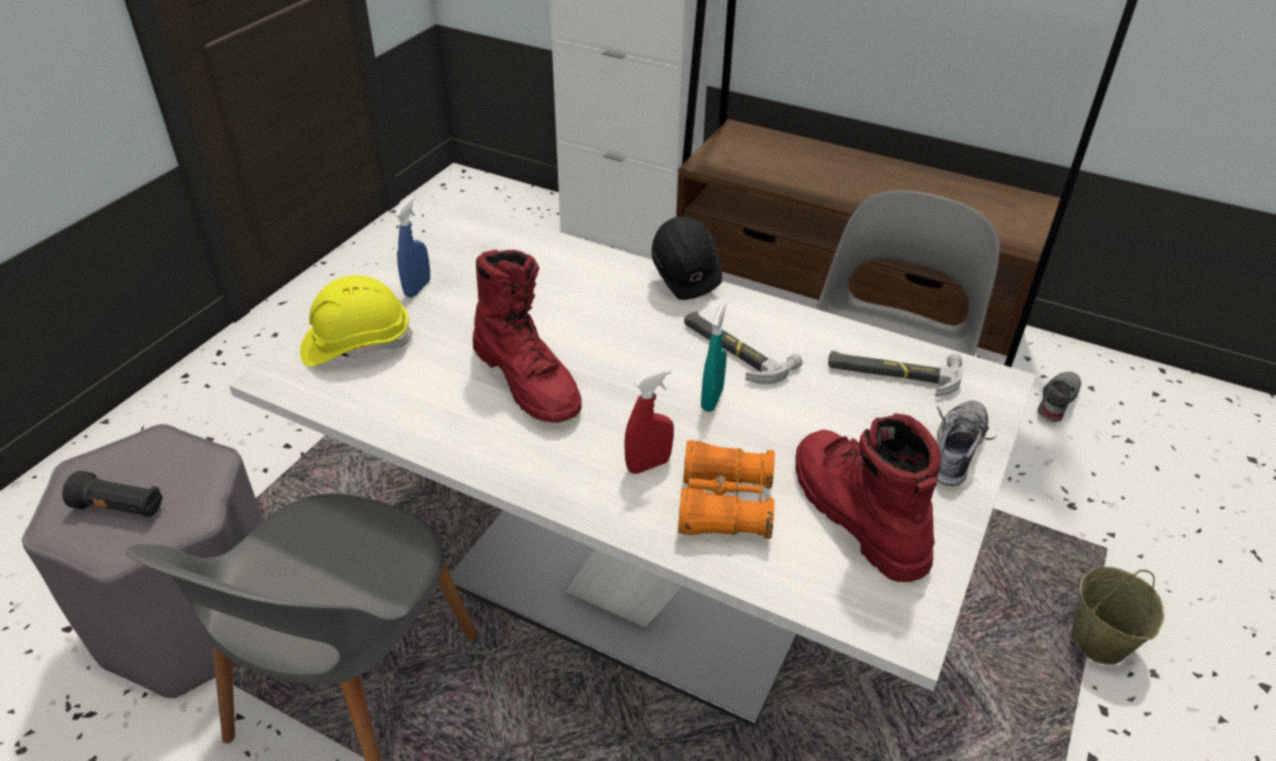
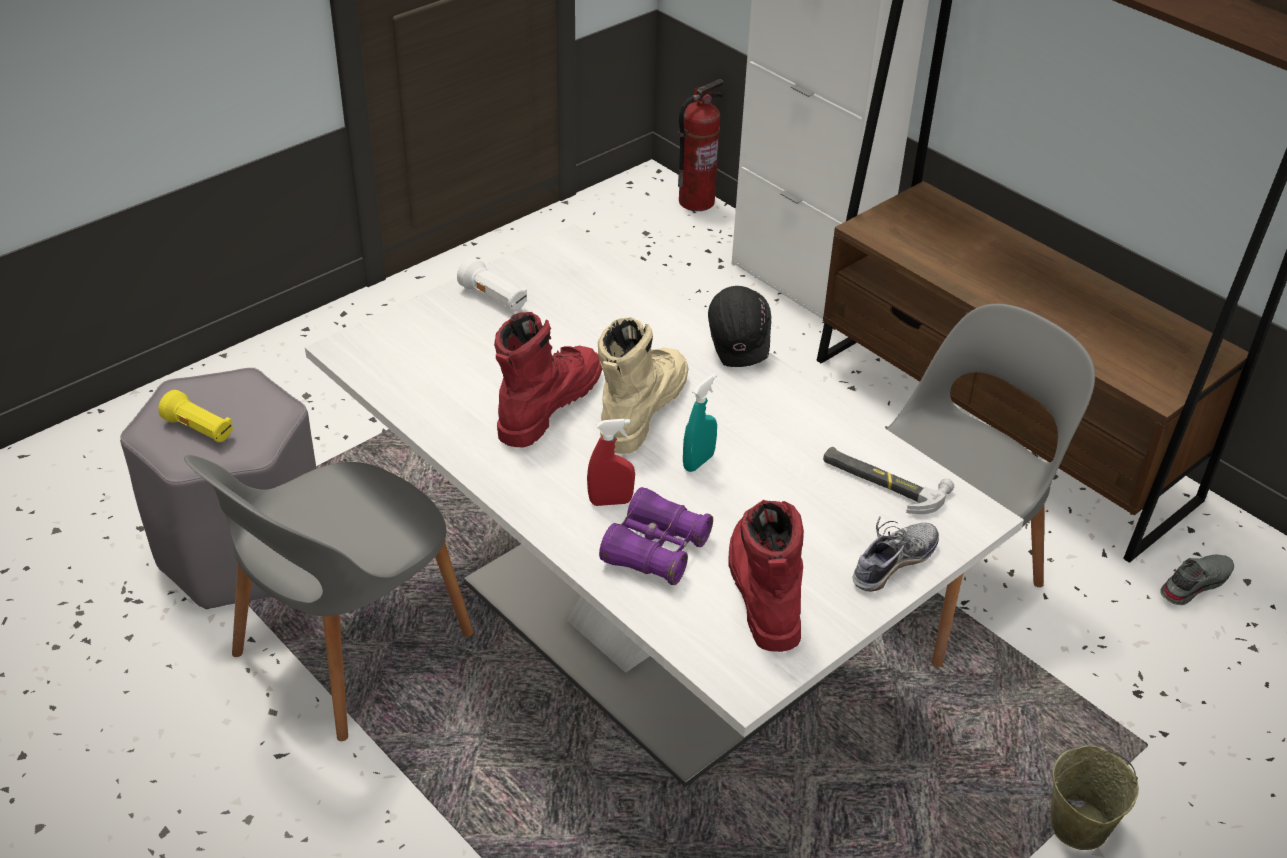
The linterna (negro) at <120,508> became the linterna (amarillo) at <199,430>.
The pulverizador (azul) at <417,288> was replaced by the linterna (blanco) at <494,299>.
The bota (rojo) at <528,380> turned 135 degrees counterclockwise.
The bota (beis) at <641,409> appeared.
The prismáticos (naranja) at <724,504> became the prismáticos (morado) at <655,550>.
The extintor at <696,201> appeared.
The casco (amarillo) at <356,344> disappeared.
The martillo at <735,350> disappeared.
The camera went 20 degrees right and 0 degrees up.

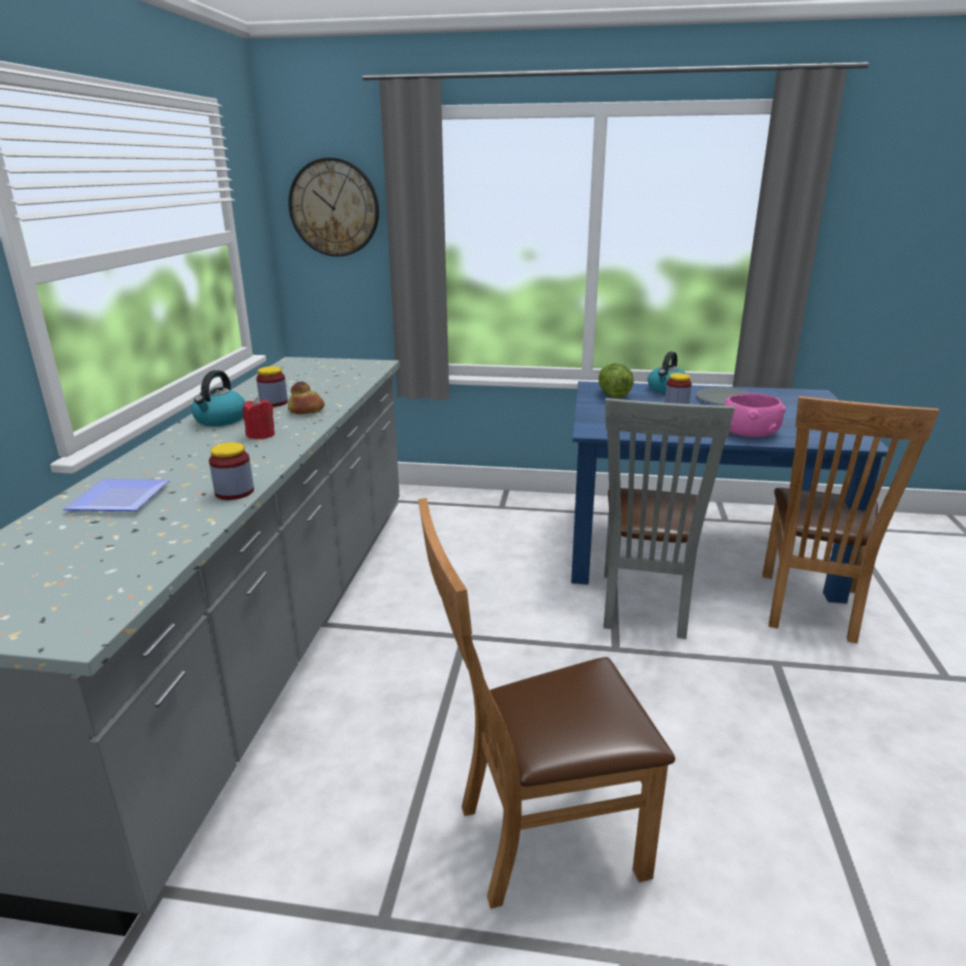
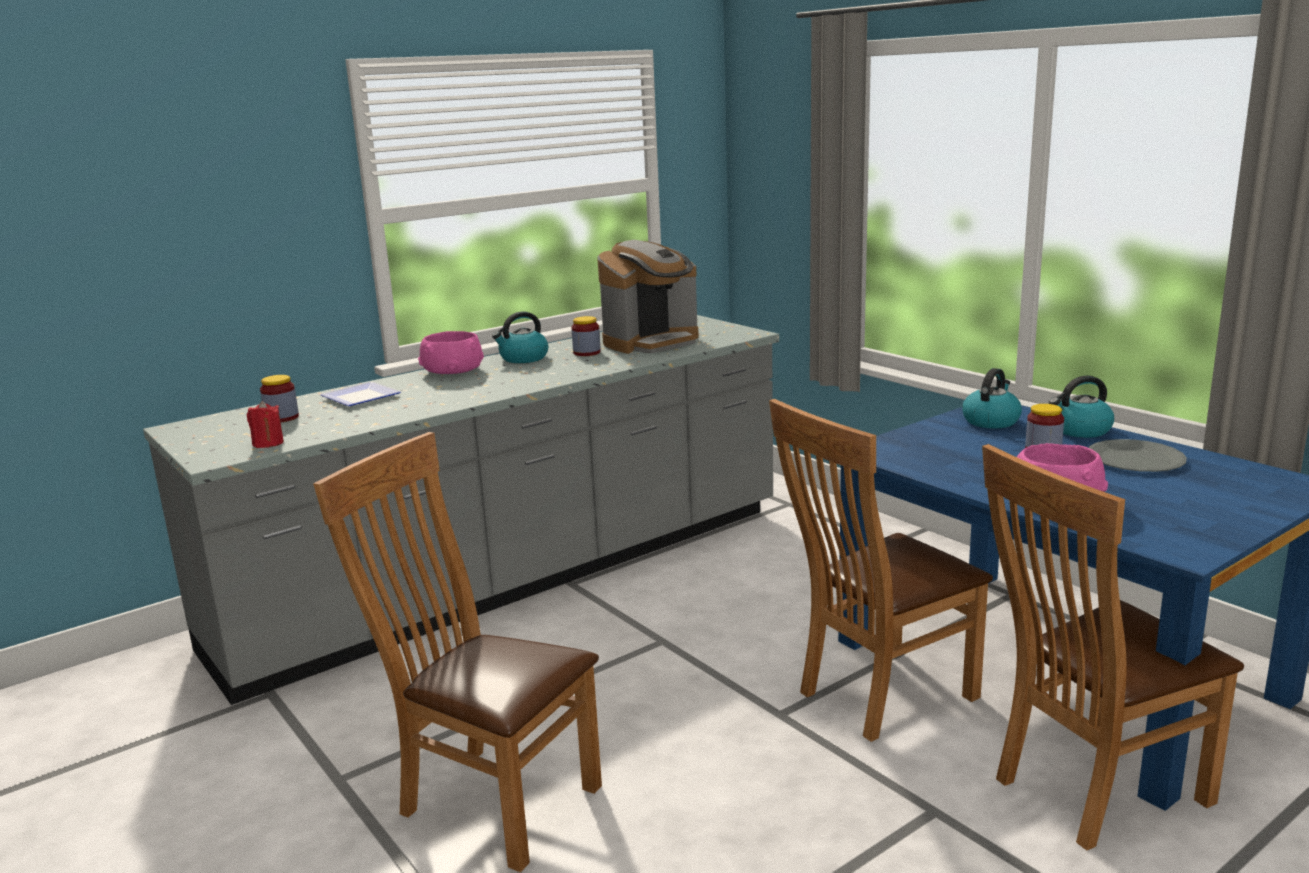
The vela (rojo) moved from <261,435> to <268,443>.
The tarro moved from <234,492> to <282,418>.
The cuenco (rosa) at <452,371> appeared.
The cafetera at <652,342> appeared.
The silla (gris) at <645,608> became the silla (marrón) at <877,696>.
The lechuga at <613,395> was replaced by the hervidor at <991,421>.
The reloj de pared at <334,208> disappeared.
The pan at <306,411> disappeared.
The camera went 45 degrees right and 5 degrees down.

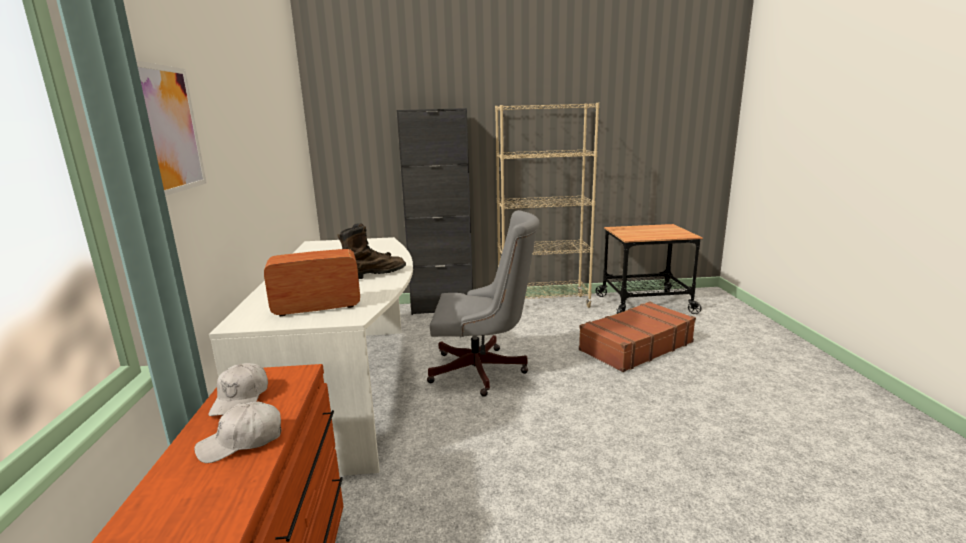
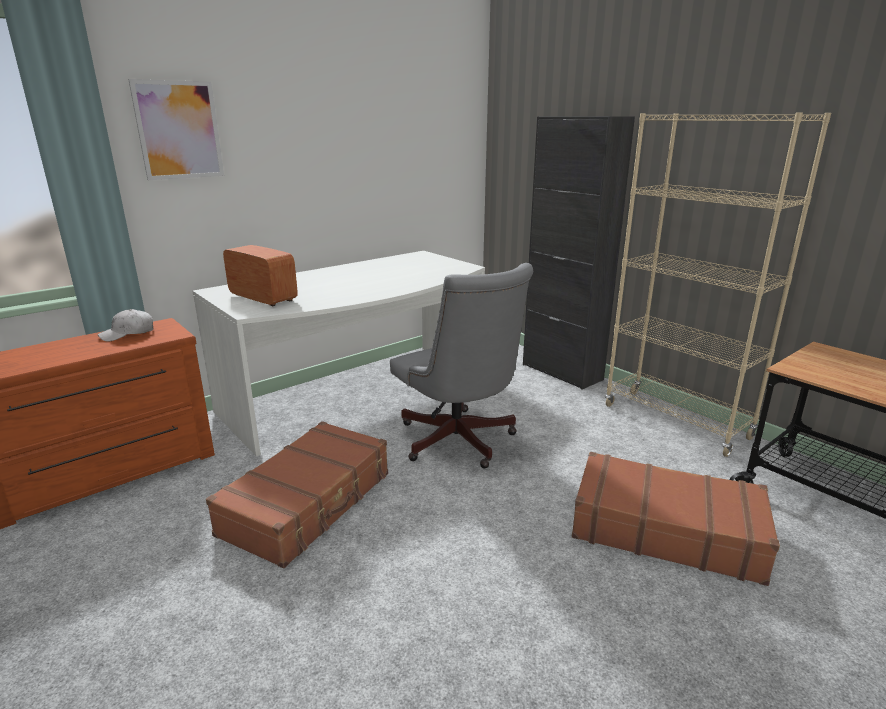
The maleta (marrón) at <309,503> appeared.
The gorra (blanco) at <242,442> disappeared.
The bota (marrón) at <373,275> disappeared.
The camera went 55 degrees right and 5 degrees up.

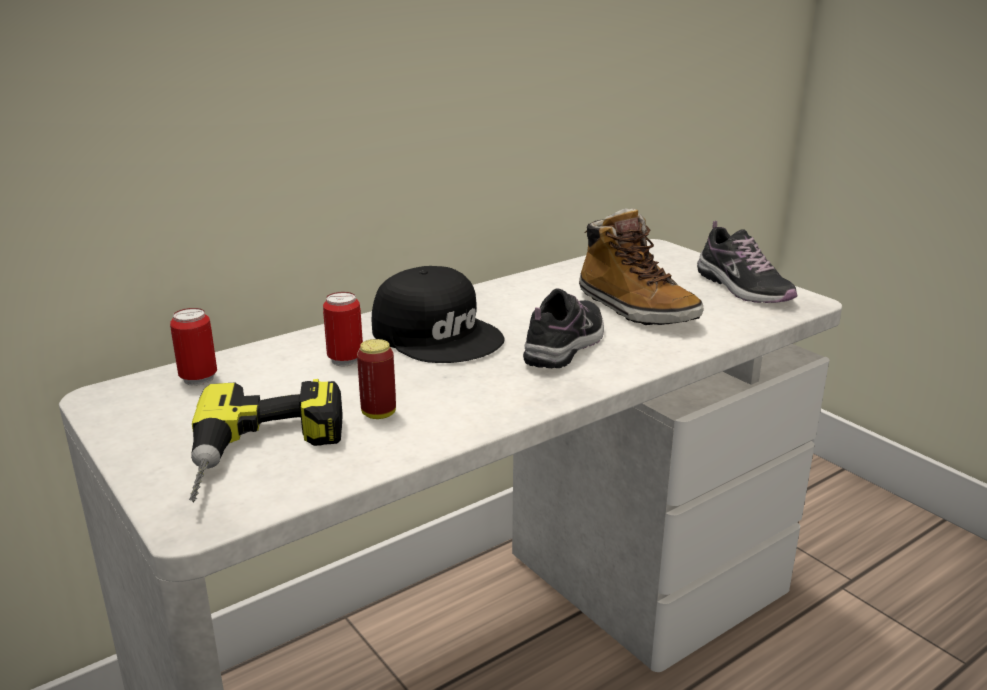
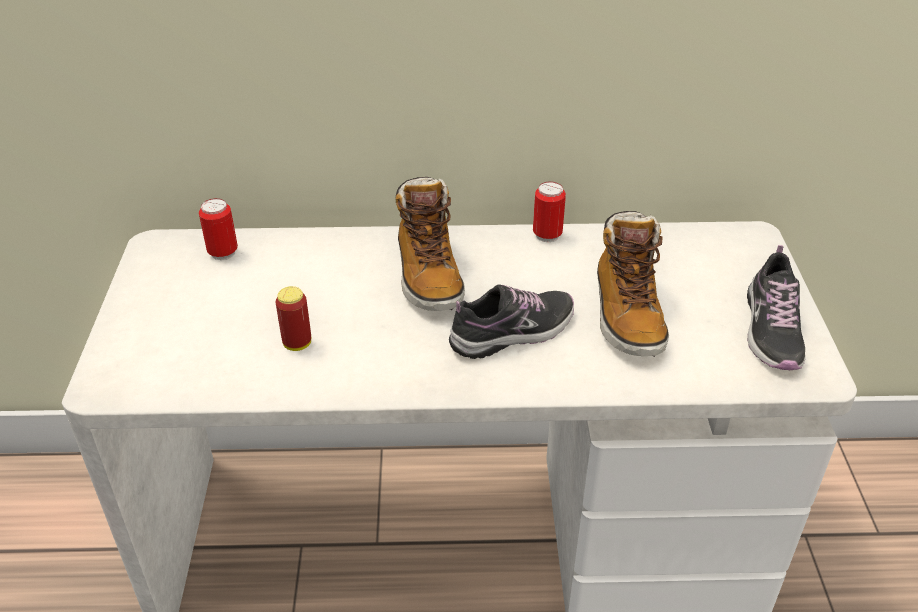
The gorra (negro) at <438,334> was replaced by the bota at <428,275>.
The lata moved from <345,360> to <547,235>.
The taladro at <265,454> disappeared.
The camera went 35 degrees right and 15 degrees up.

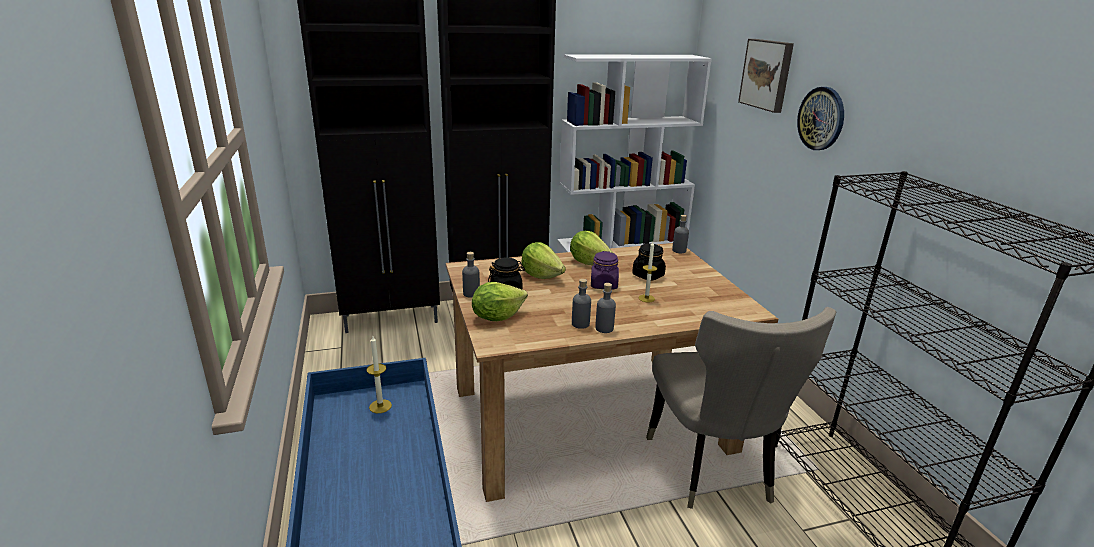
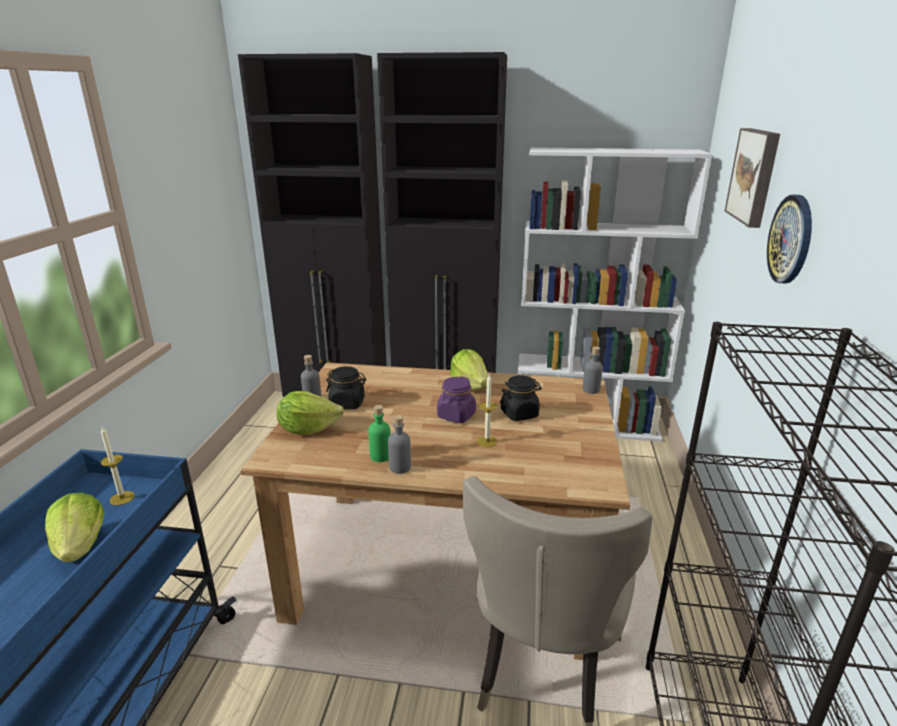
The lechuga moved from <541,275> to <81,546>.
The botella (gris) at <580,324> became the botella (verde) at <380,456>.
The camera went 25 degrees right and 0 degrees up.

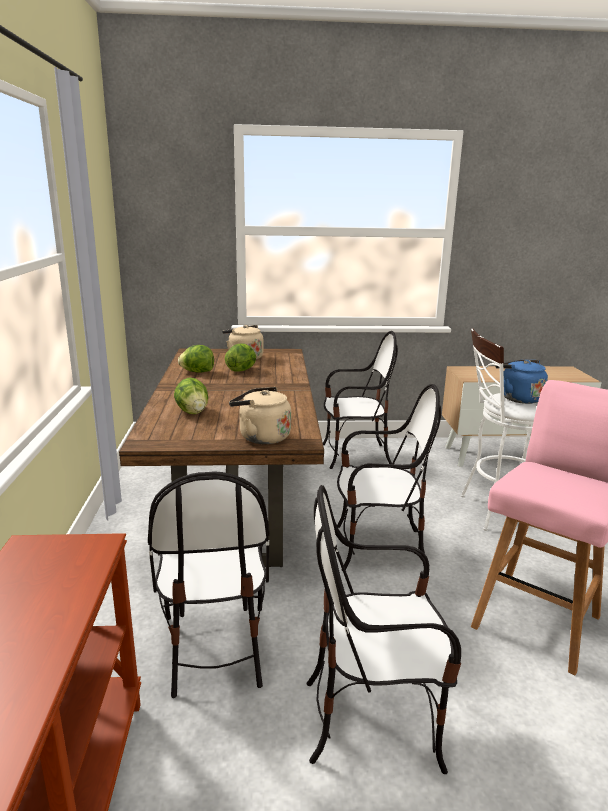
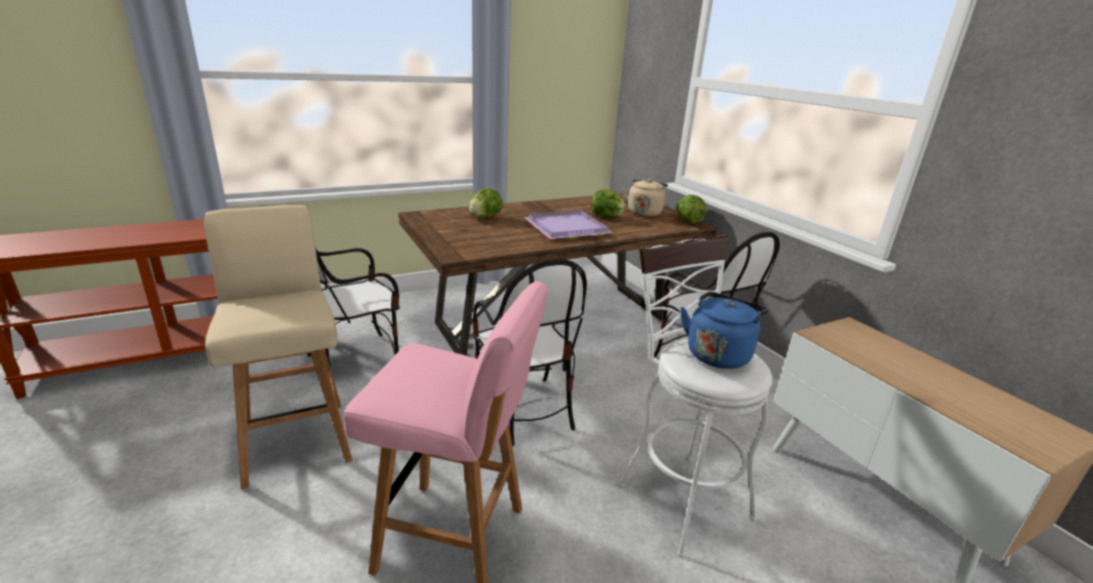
The silla at <373,718> was replaced by the taburete (beis) at <296,440>.
The bandeja (morado) at <568,228> appeared.
The lechuga moved from <197,372> to <688,221>.
The hervidor (beis) at <261,437> disappeared.
The camera went 65 degrees right and 5 degrees up.

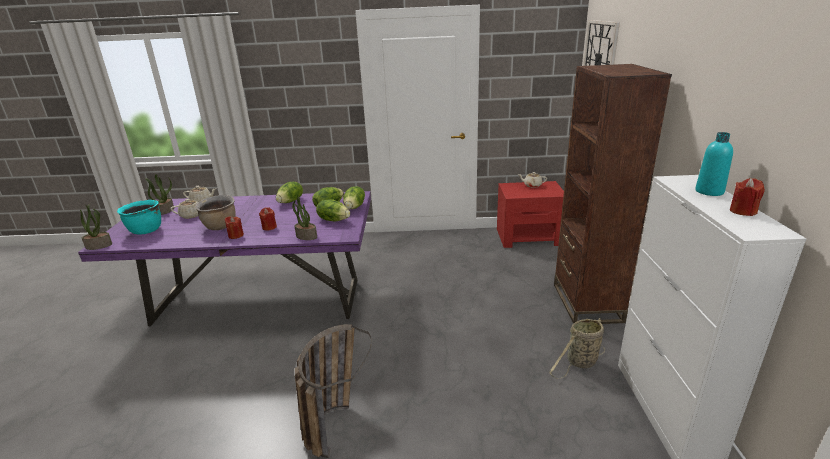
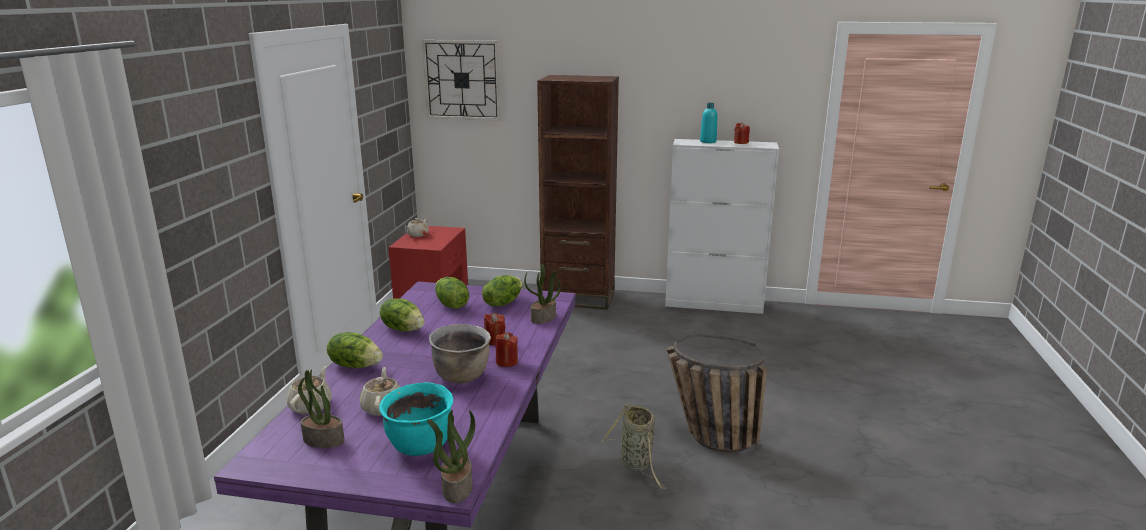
The lechuga moved from <355,207> to <355,365>.
The cesta moved from <580,363> to <636,465>.
The camera went 80 degrees left and 5 degrees down.

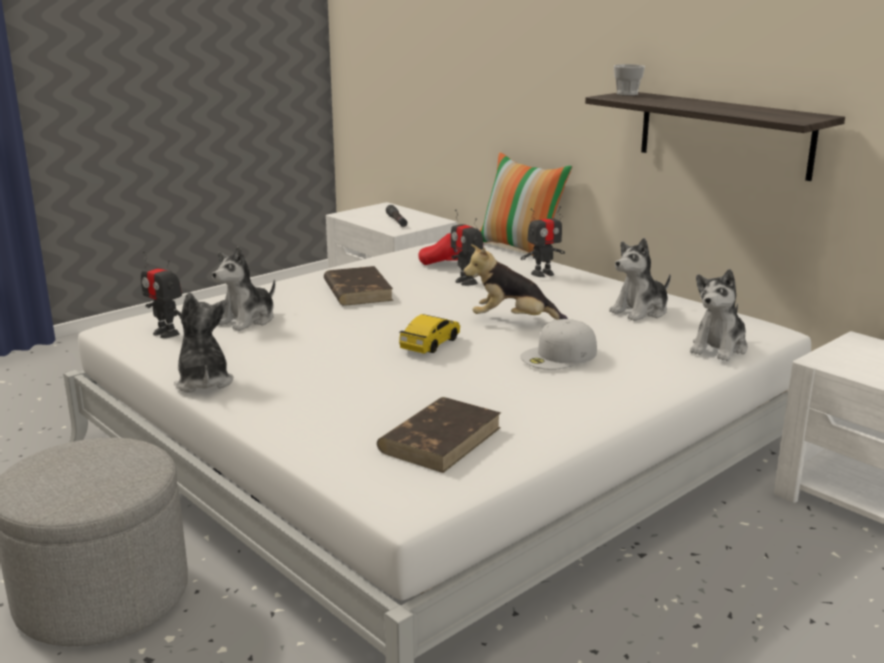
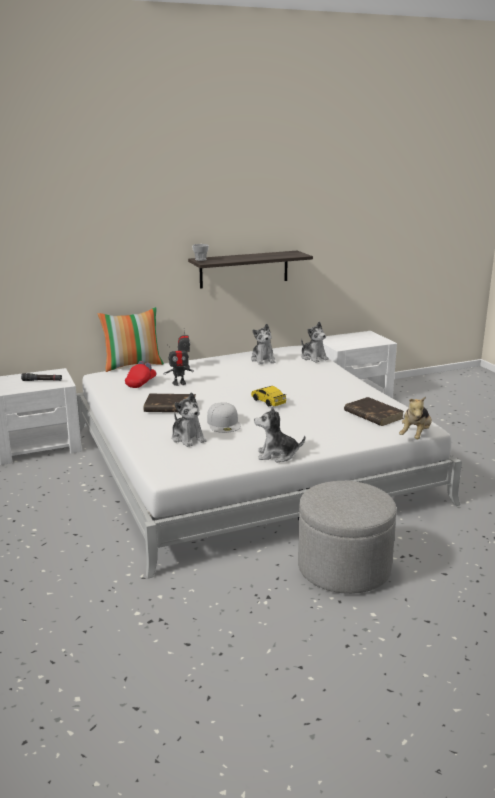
The gorra (blanco) moved from <559,355> to <224,423>.
The peluche moved from <512,321> to <415,435>.
The robot de juguete at <166,333> disappeared.
The camera went 70 degrees left and 0 degrees up.

